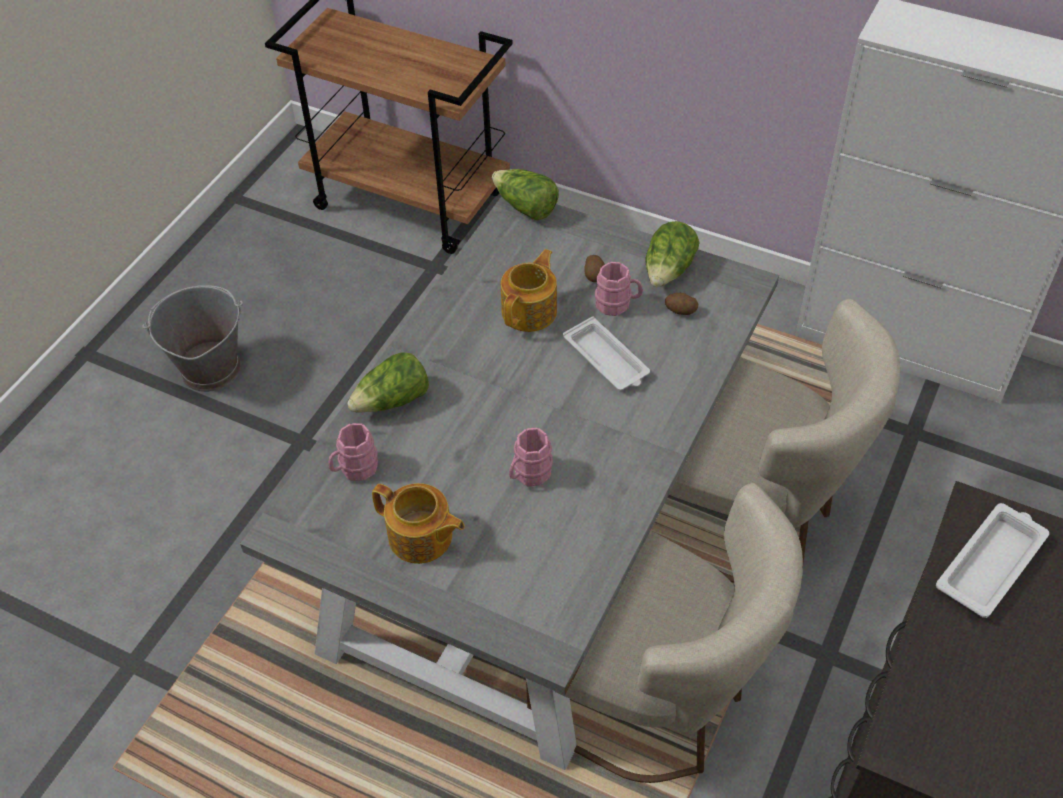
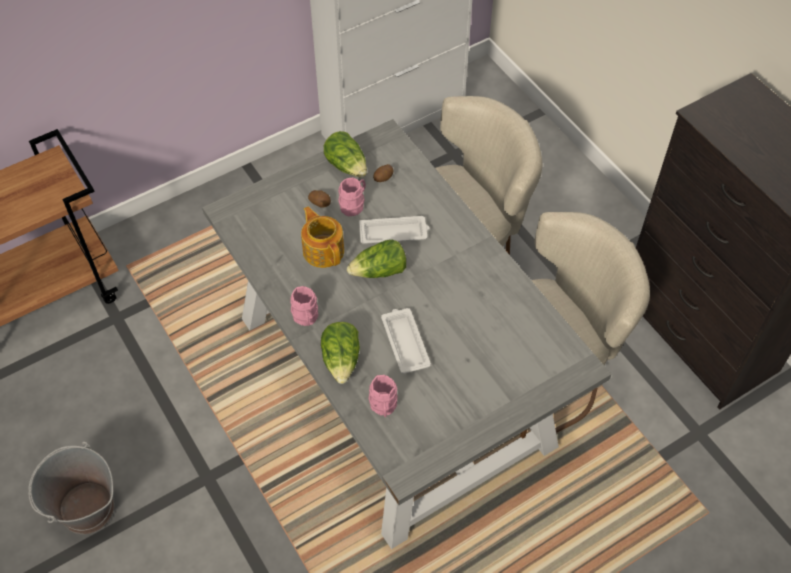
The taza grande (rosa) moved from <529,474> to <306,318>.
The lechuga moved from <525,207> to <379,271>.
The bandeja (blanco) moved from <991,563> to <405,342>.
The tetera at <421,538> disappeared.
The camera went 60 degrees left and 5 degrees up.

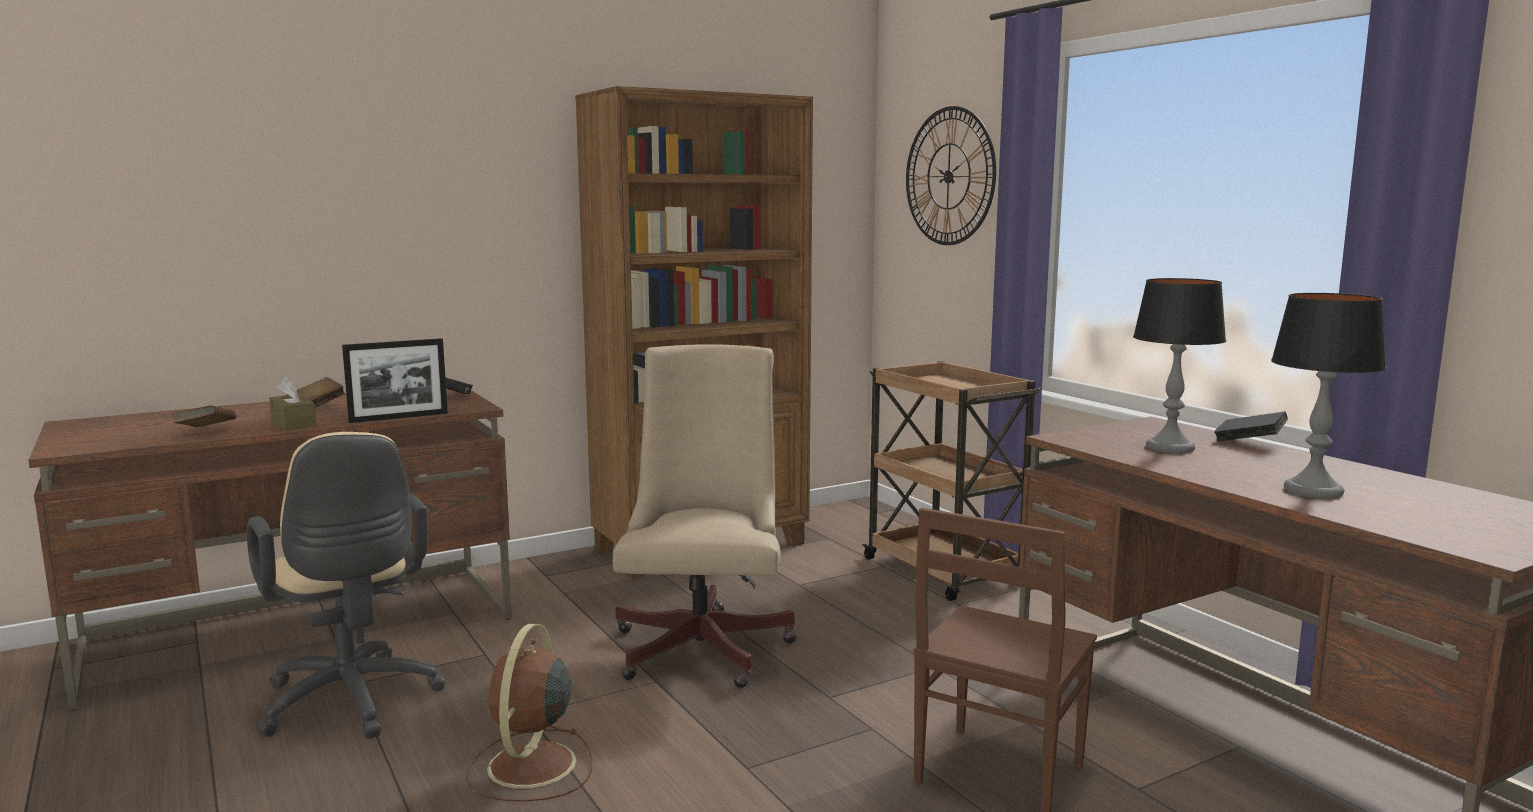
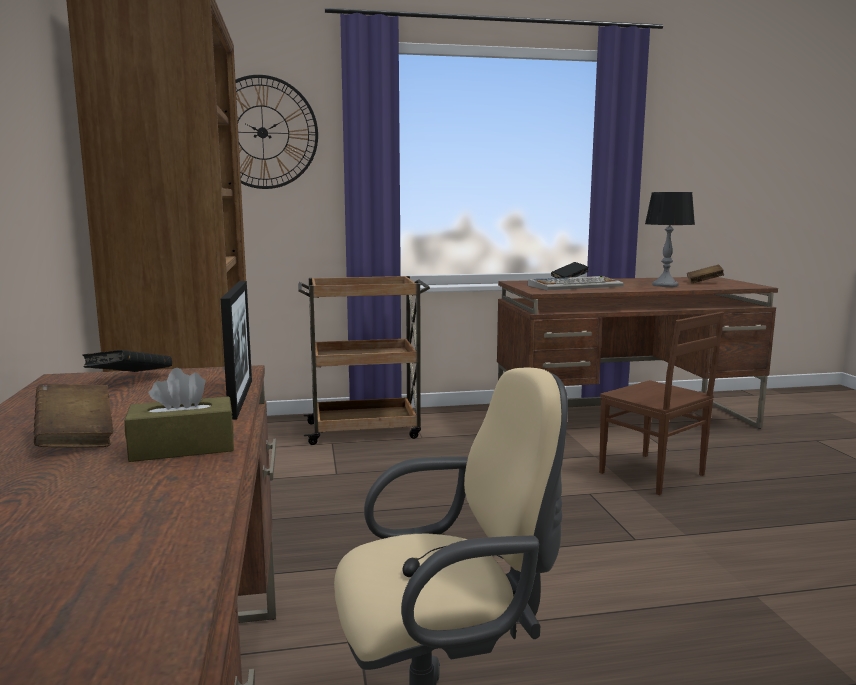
The lámpara de mesa at <1170,448> was replaced by the teclado at <575,286>.
The libro (marrón) moved from <206,431> to <704,282>.
The ventilador (marrón) at <530,767> disappeared.
The silla de oficina (beis) at <705,643> disappeared.
The camera went 70 degrees left and 0 degrees up.

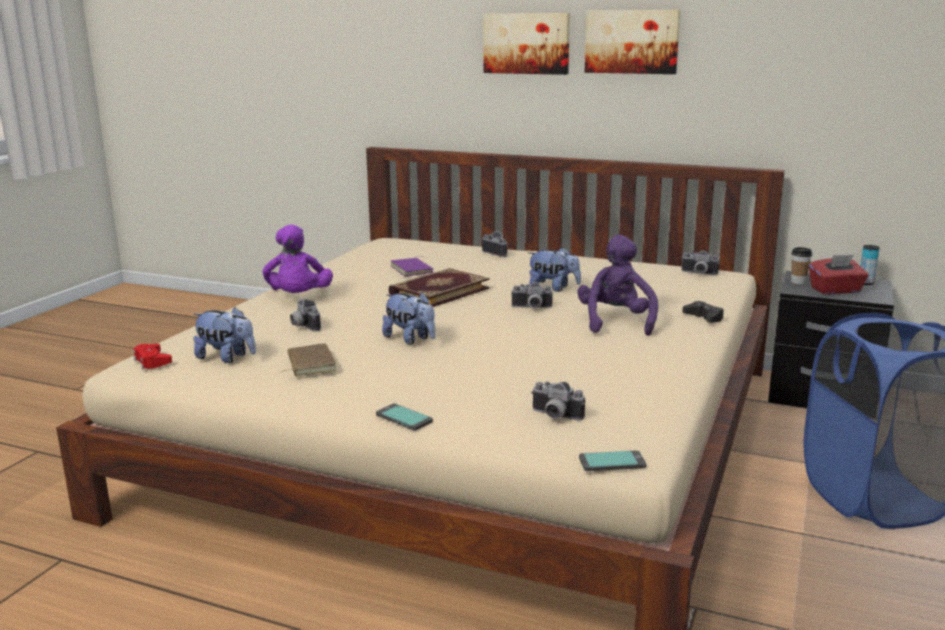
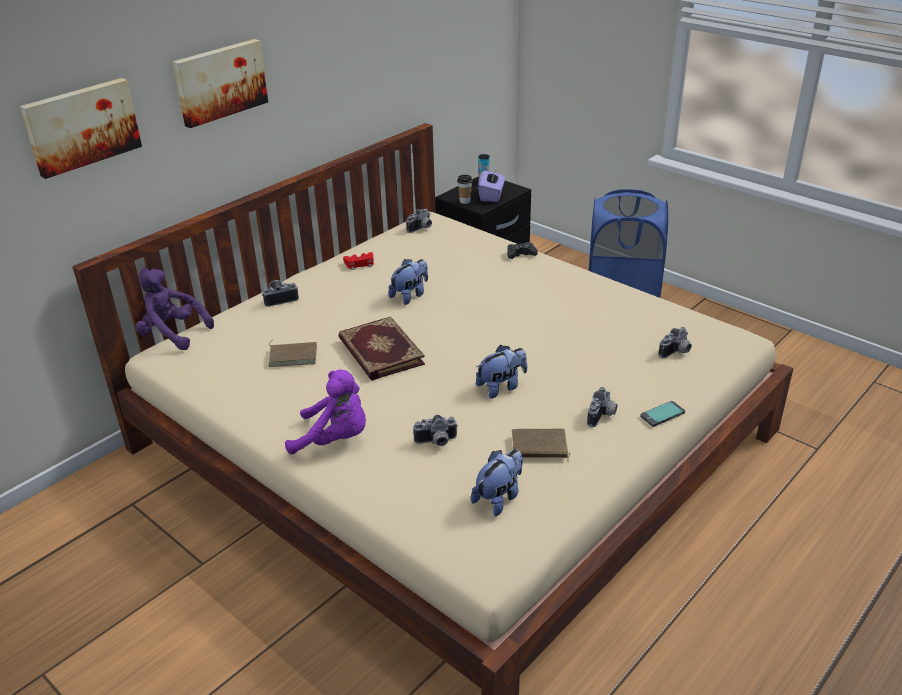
The cuadro moved from <632,41> to <81,126>.
The peluche (morado) moved from <616,322> to <172,334>.
The libro (morado) at <413,269> became the libro (marrón) at <293,356>.
The mando de consola (rojo) moved from <152,361> to <360,264>.
The caja de pañuelos (rojo) at <836,290> became the caja de pañuelos (morado) at <491,196>.
The cámara moved from <531,308> to <602,416>.
The móvil at <612,462> disappeared.
The camera went 70 degrees left and 15 degrees up.

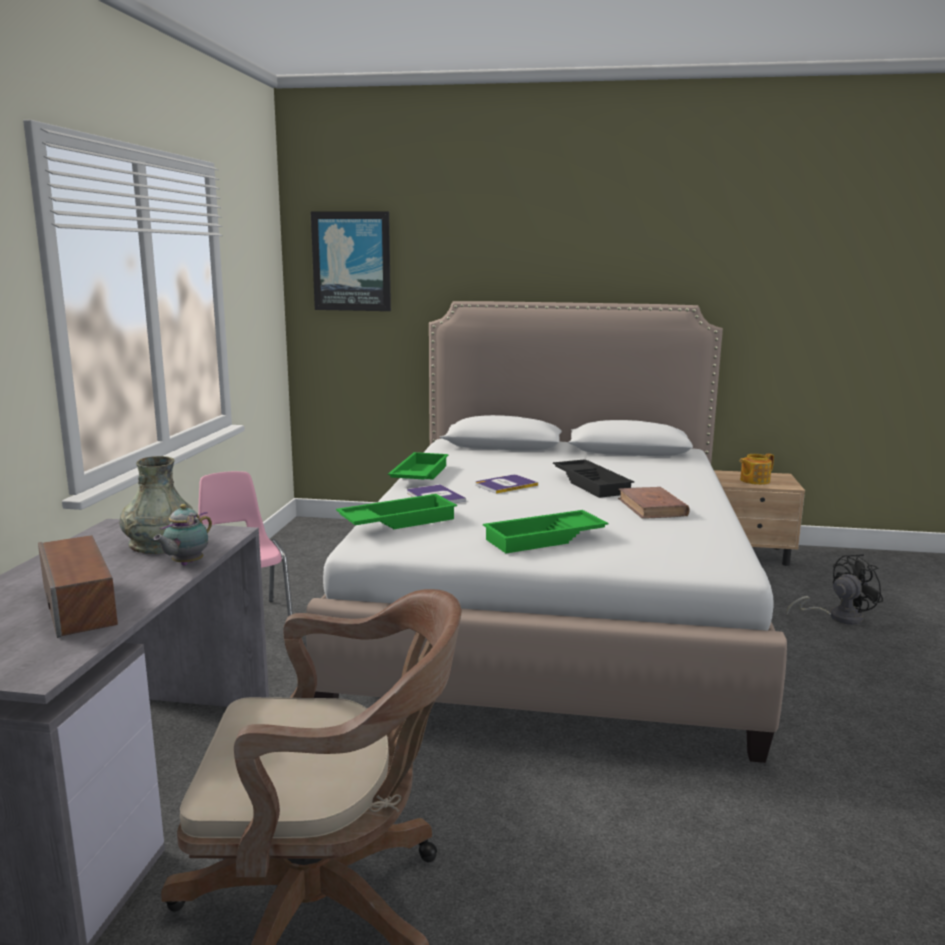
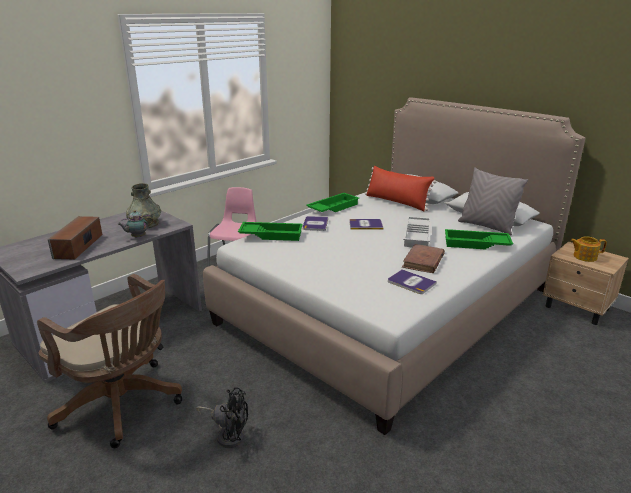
The ventilador (negro) moved from <837,617> to <228,434>.
The cojín (rojo) at <396,202> appeared.
The libro at <411,282> appeared.
The bandeja (negro) at <593,484> became the bandeja (blanco) at <418,236>.
The bandeja (verde) moved from <545,539> to <476,244>.
The cojín (gris) at <486,226> appeared.
The cuadro at <352,261> disappeared.
The camera went 35 degrees right and 10 degrees up.

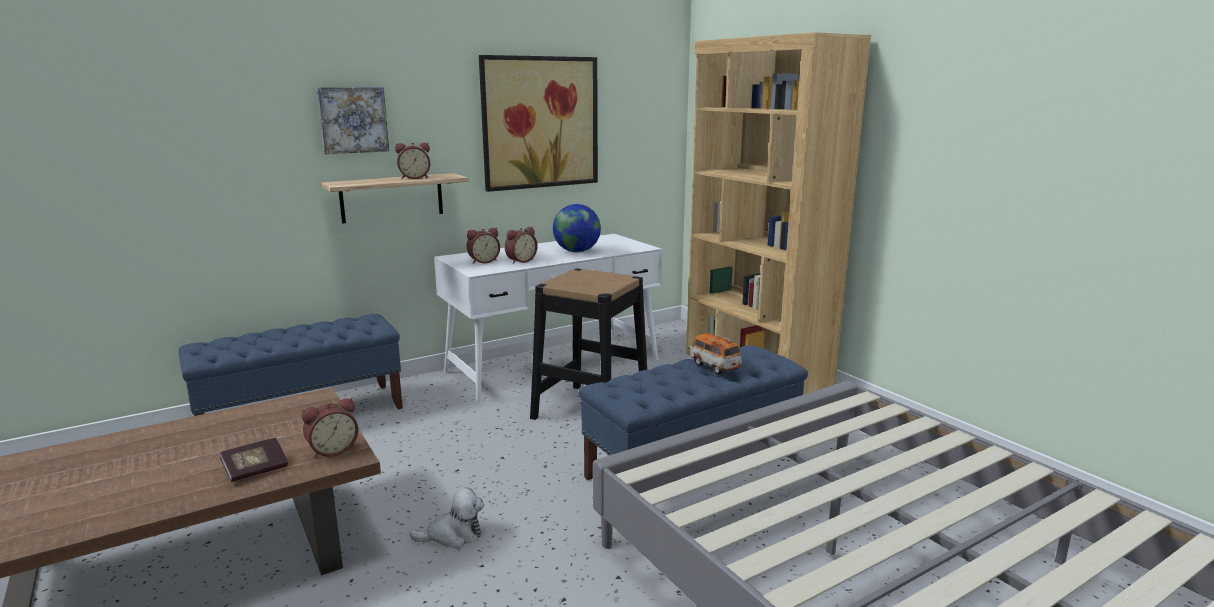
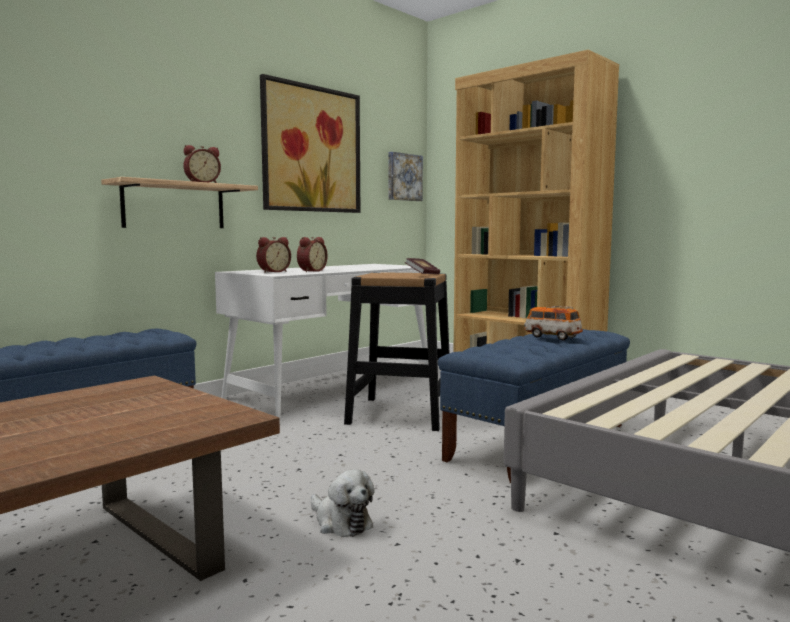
The peluche at <453,535> turned 75 degrees clockwise.
The cuadro moved from <353,120> to <403,177>.
The libro moved from <256,470> to <423,274>.
The despertador at <332,450> disappeared.
The globo terráqueo at <577,251> disappeared.
The camera went 15 degrees left and 10 degrees down.

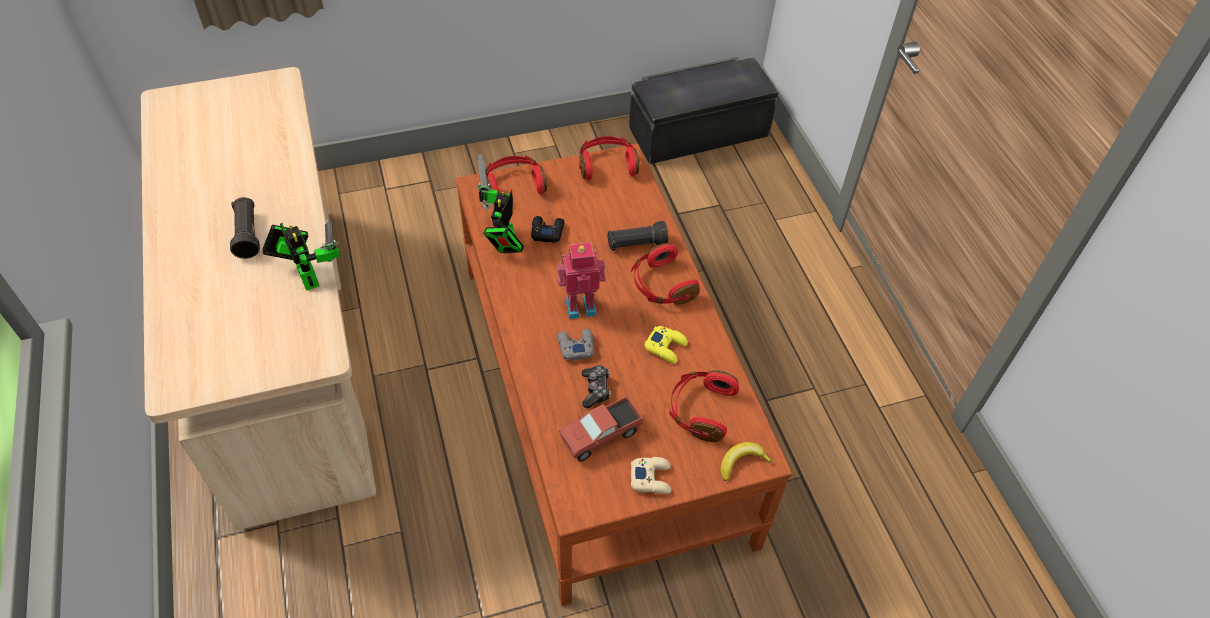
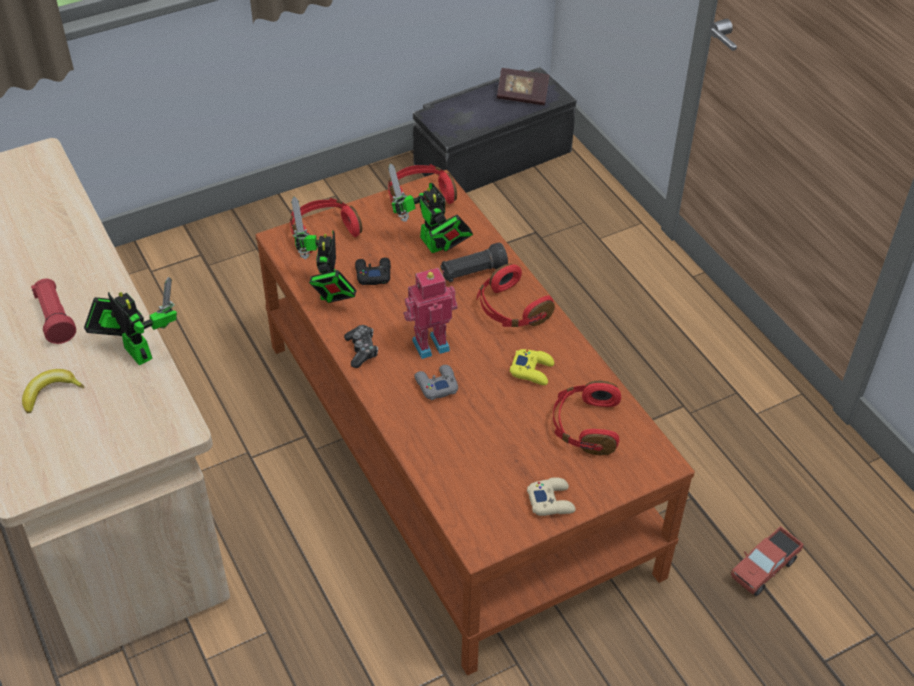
The plátano moved from <742,462> to <50,393>.
The linterna (negro) at <248,235> became the linterna (rojo) at <55,319>.
The mando de consola moved from <595,389> to <361,350>.
The robot de juguete at <434,246> appeared.
The libro at <522,96> appeared.
The camión de juguete moved from <601,435> to <764,569>.
The camera went 10 degrees left and 5 degrees down.

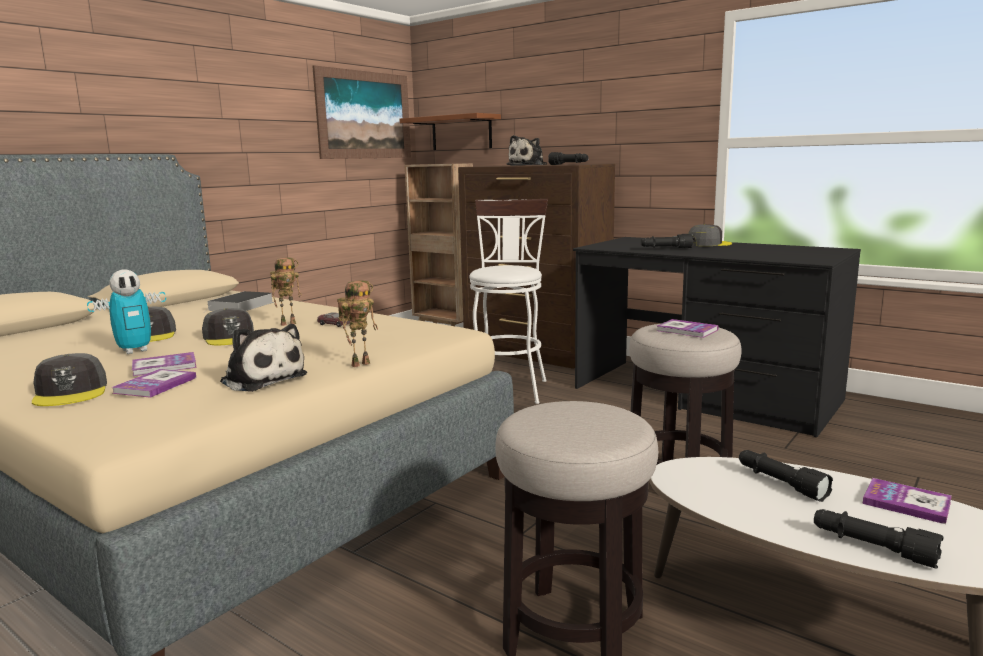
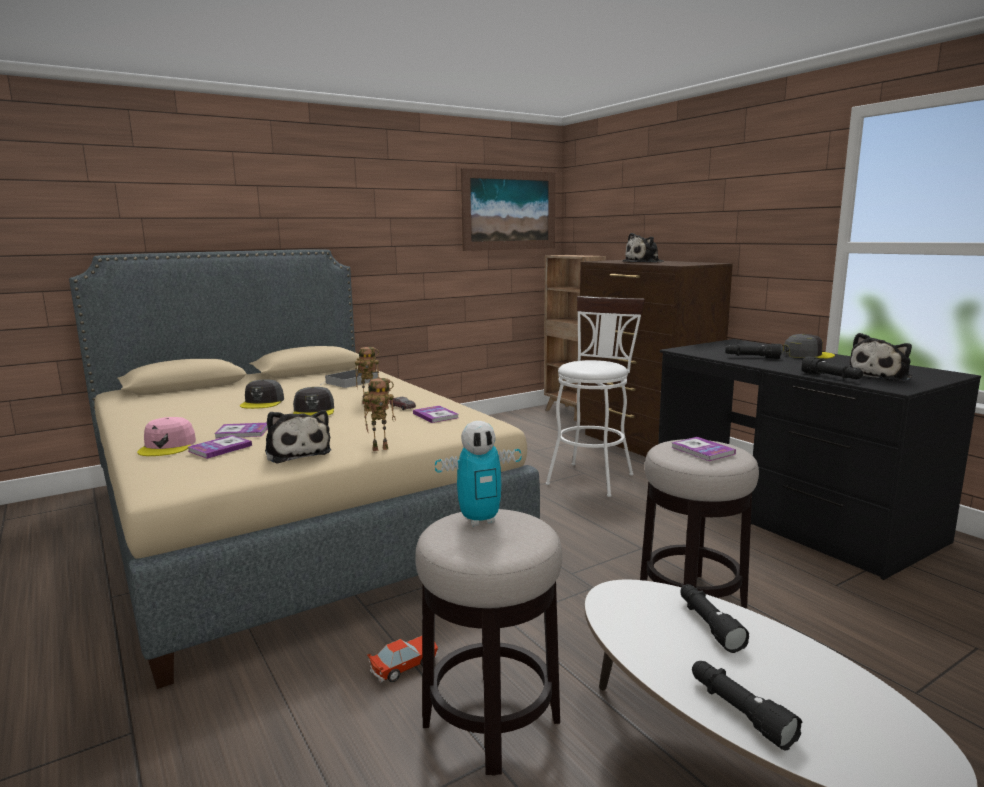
The gorra (gris) at <71,392> became the gorra (rosa) at <168,446>.
The coche de juguete at <405,666> appeared.
The libro moved from <906,503> to <435,415>.
The robot de juguete moved from <135,351> to <480,520>.
The linterna (negro) moved from <568,164> to <831,377>.
The peluche at <881,376> appeared.
The estante (marrón) at <461,133> disappeared.
The camera went 20 degrees right and 0 degrees up.

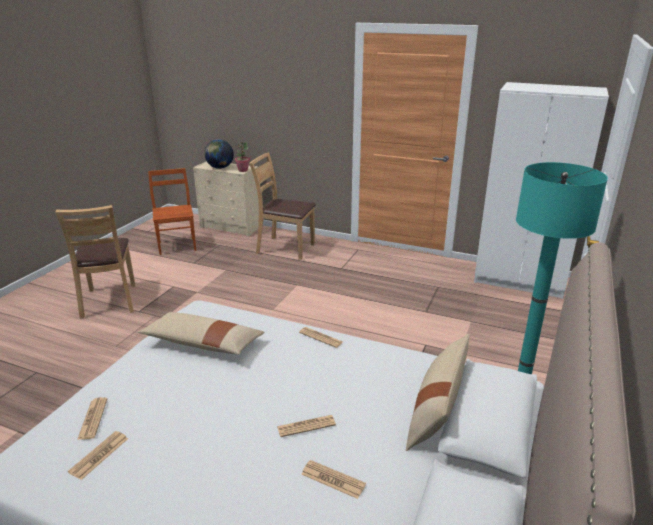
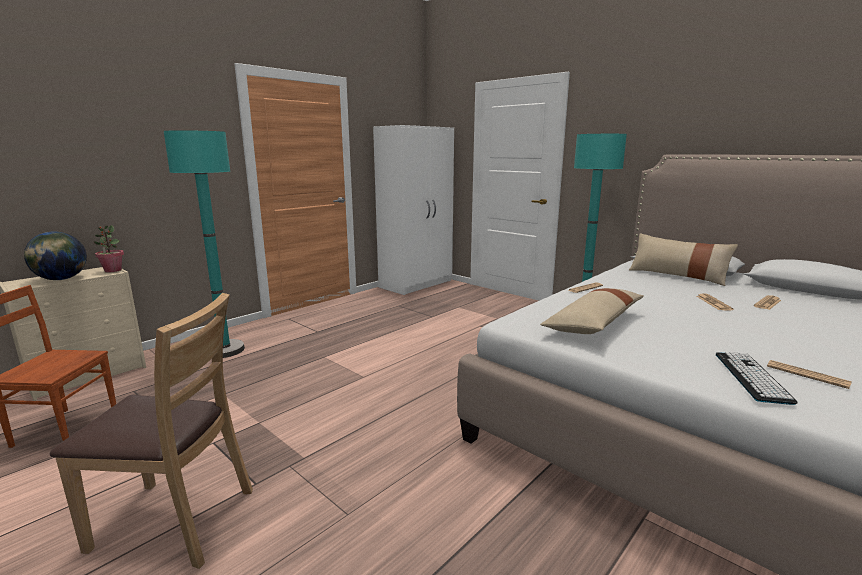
The silla (marrón) at <285,248> was replaced by the lámpara de pie (turquesa) at <225,350>.
The periódico at <93,419> was replaced by the teclado at <751,377>.
The camera went 70 degrees left and 10 degrees down.

